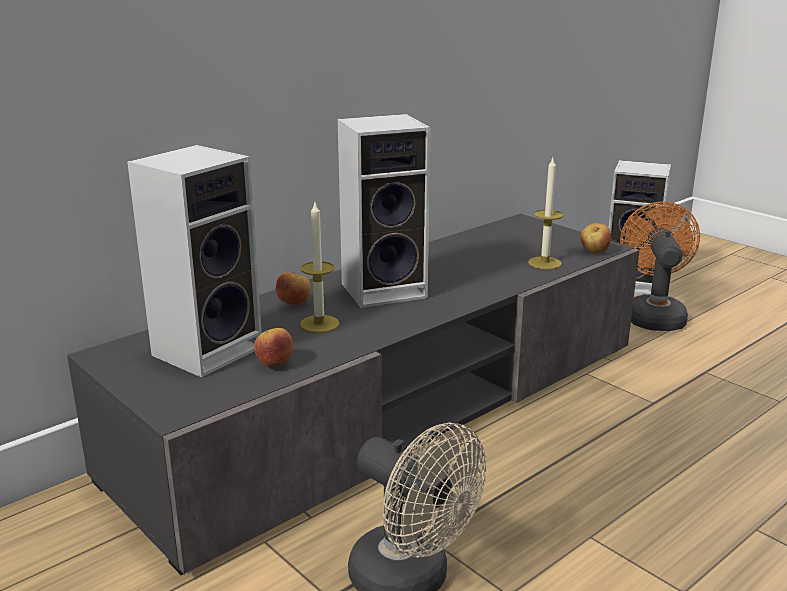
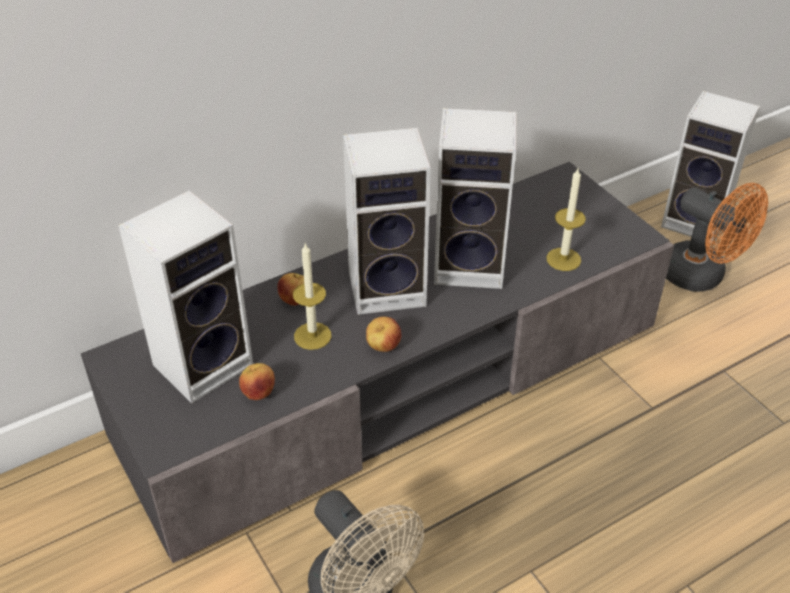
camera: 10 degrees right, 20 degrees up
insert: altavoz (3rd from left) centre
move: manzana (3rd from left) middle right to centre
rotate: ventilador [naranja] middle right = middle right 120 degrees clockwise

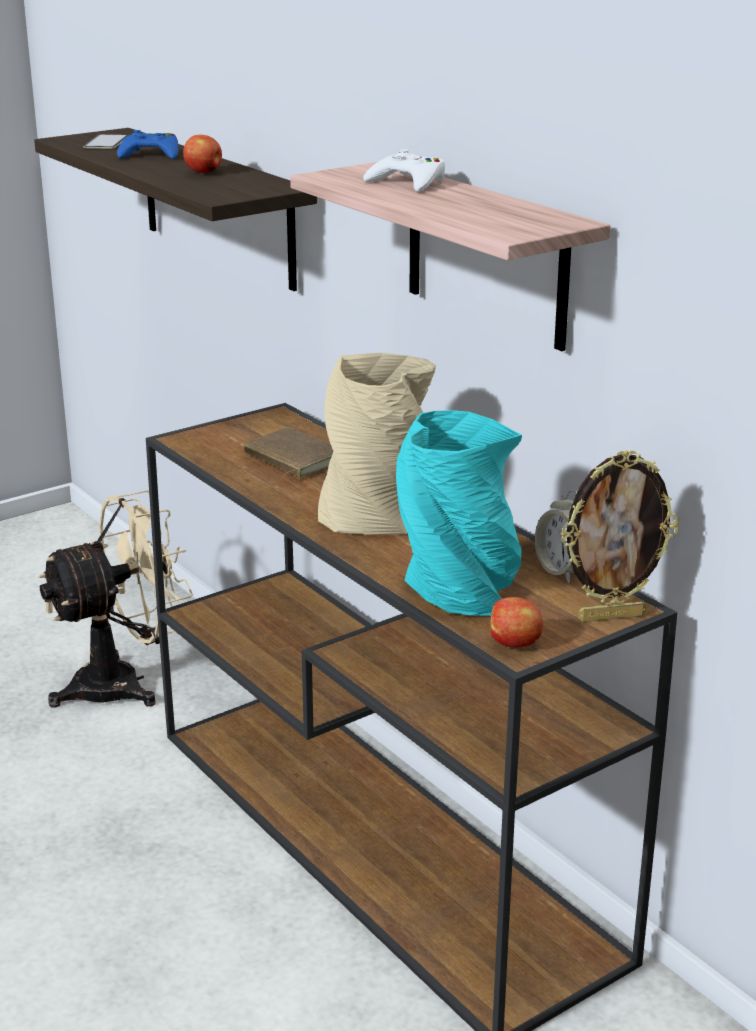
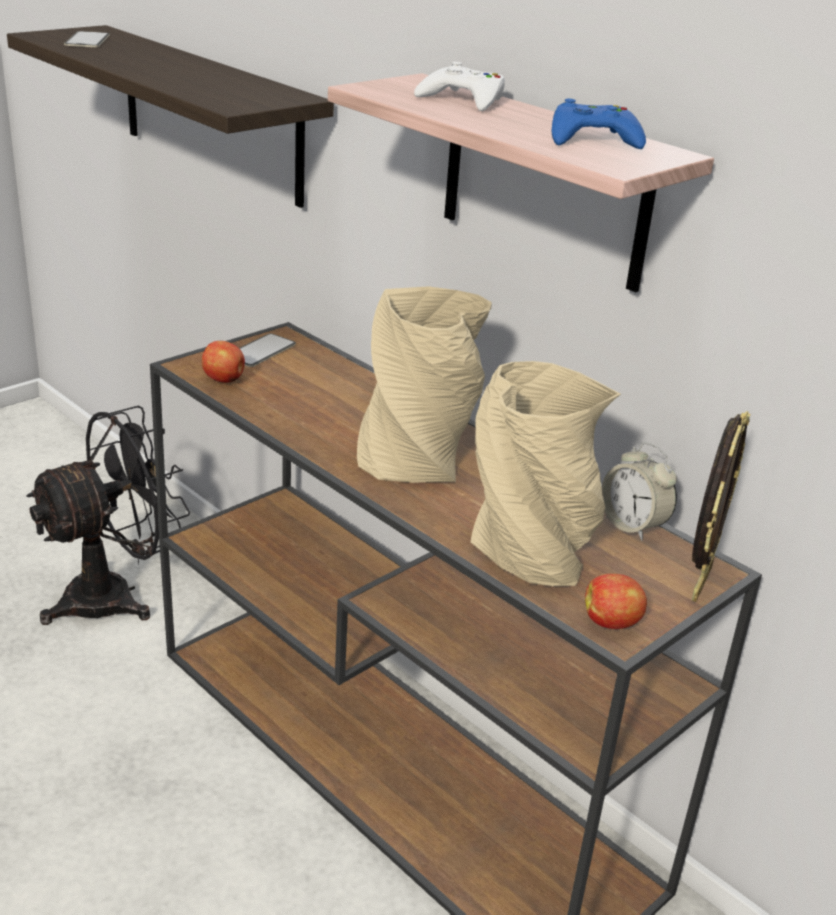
camera: 10 degrees left, 5 degrees up
delete: libro [marrón] centre
insert: móvil (2nd from left) middle left
move: mando de consola [azul] top left to top right; manzana (1st from left) top left to middle left
recolor: ventilador [beis] middle left to ventilador [negro] middle left; florero [turquesa] centre to florero [beis] (2nd from left) centre
rotate: portarretratos middle right = middle right 45 degrees counterclockwise

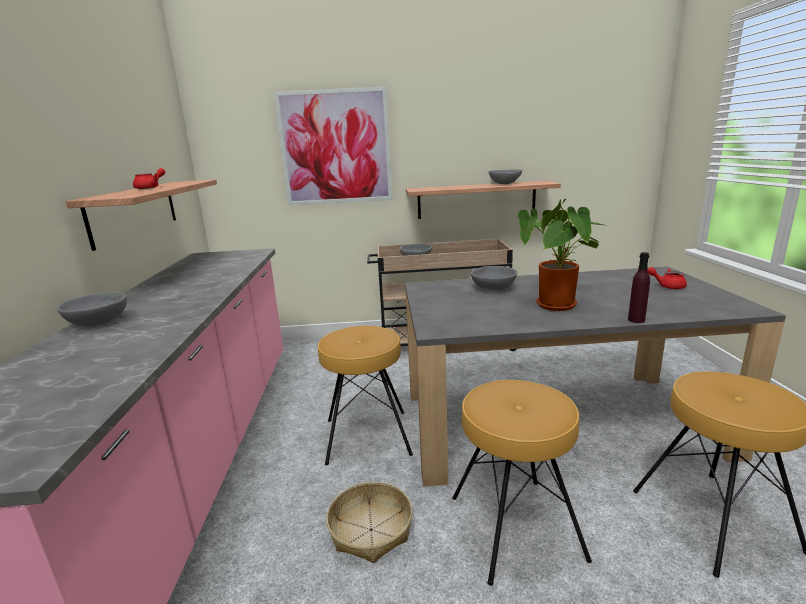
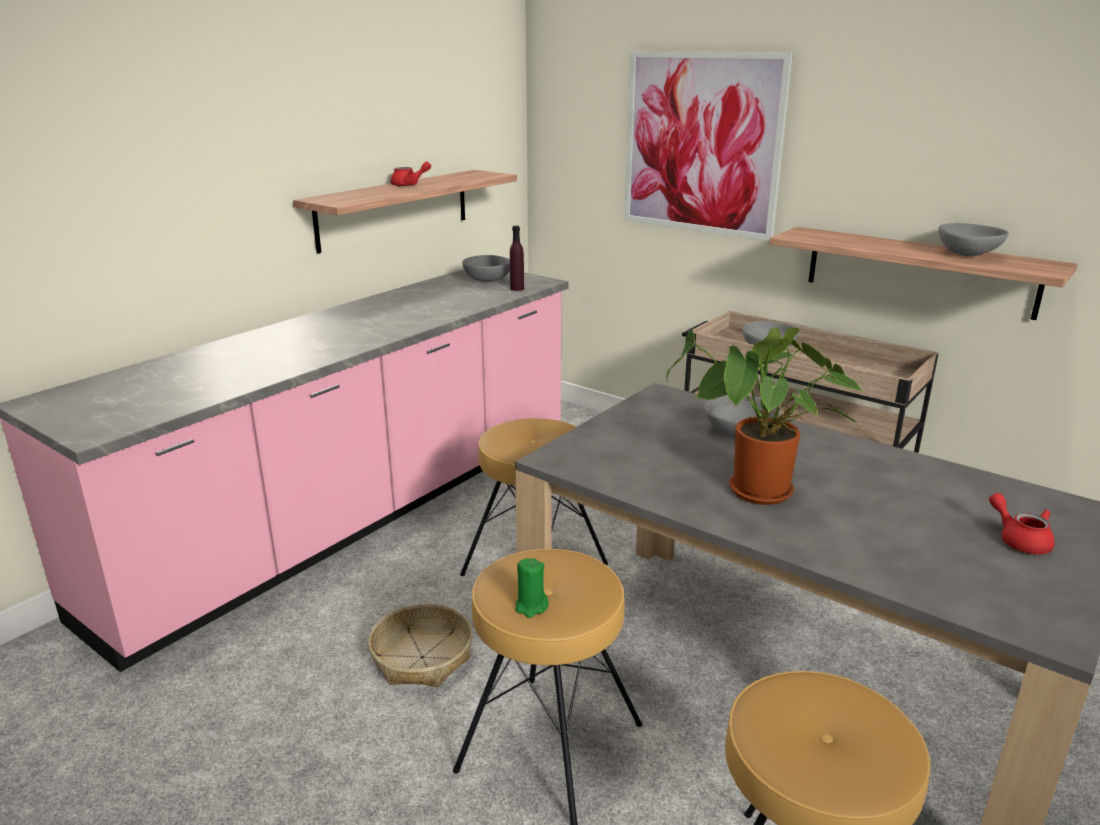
camera: 40 degrees right, 5 degrees up
insert: vela [verde] bottom centre
move: cuenco [gris] (1st from left) middle left to top centre; botella [morado] middle right to top centre

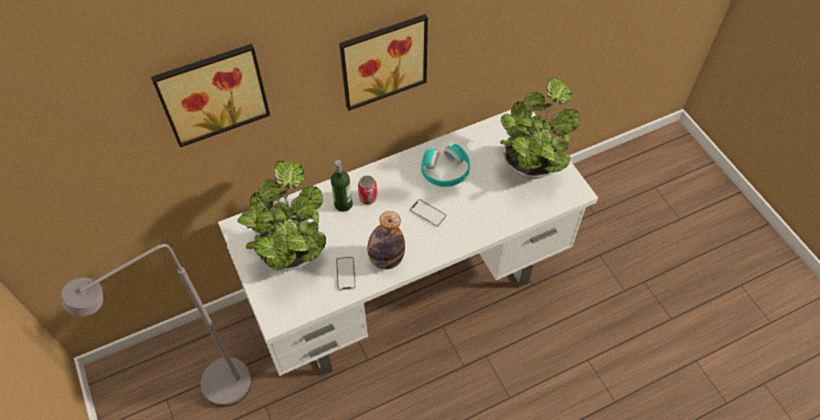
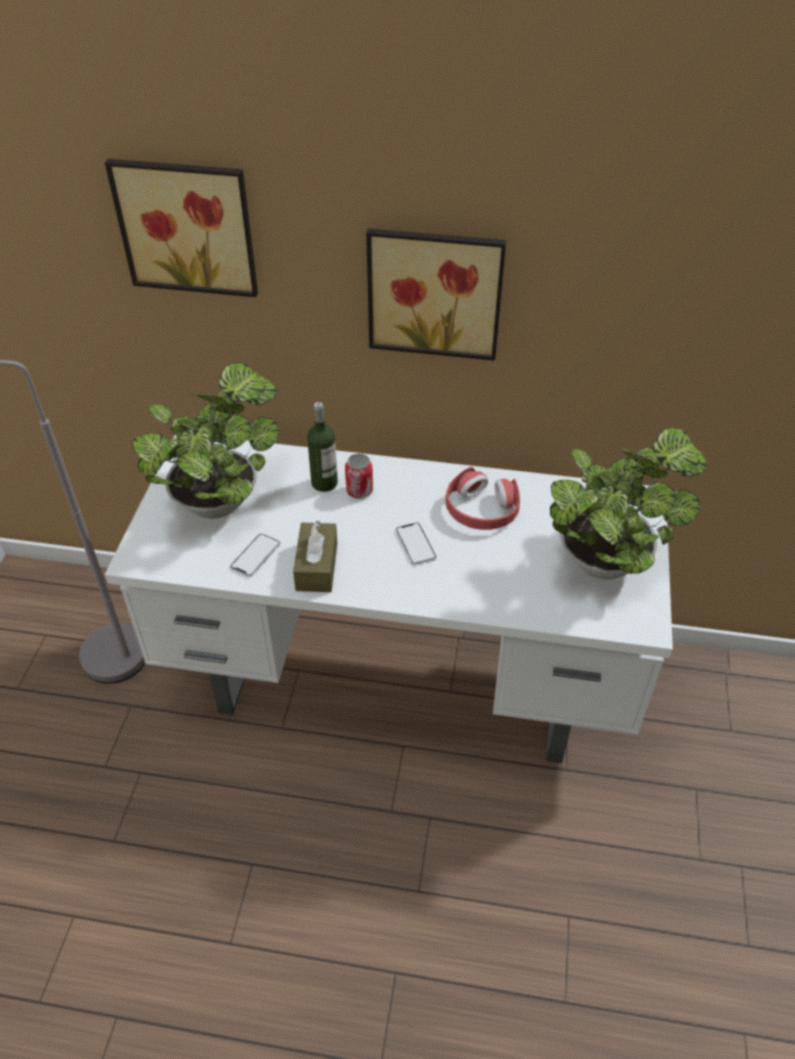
camera: 35 degrees right, 10 degrees down
replace: botella (2nd from left) centre to caja de pañuelos [marrón] centre
recolor: auriculares [turquesa] centre to auriculares [rojo] centre

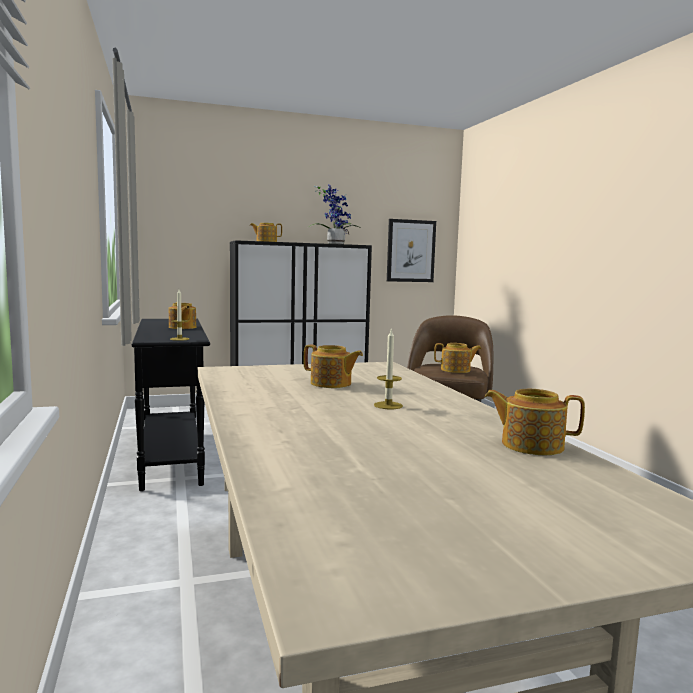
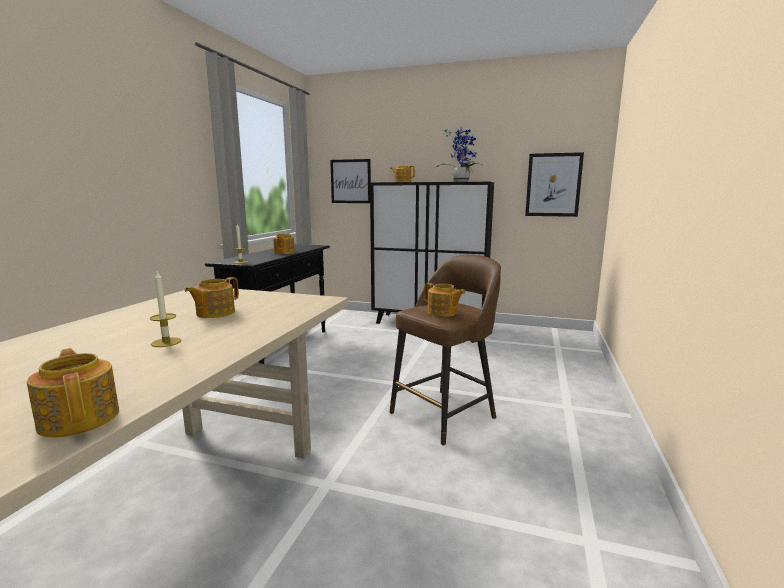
camera: 35 degrees right, 5 degrees up
insert: cuadro (1st from left) top centre
rotate: tetera (3rd from left in the first image) centre = middle left 60 degrees clockwise

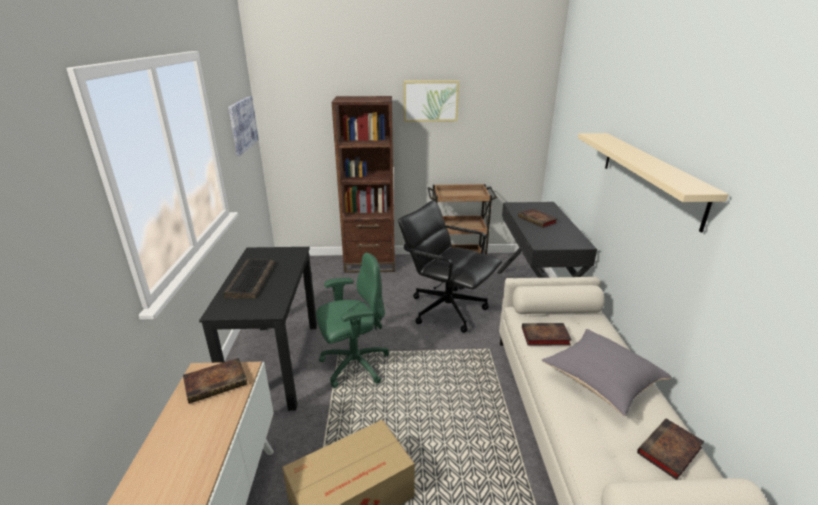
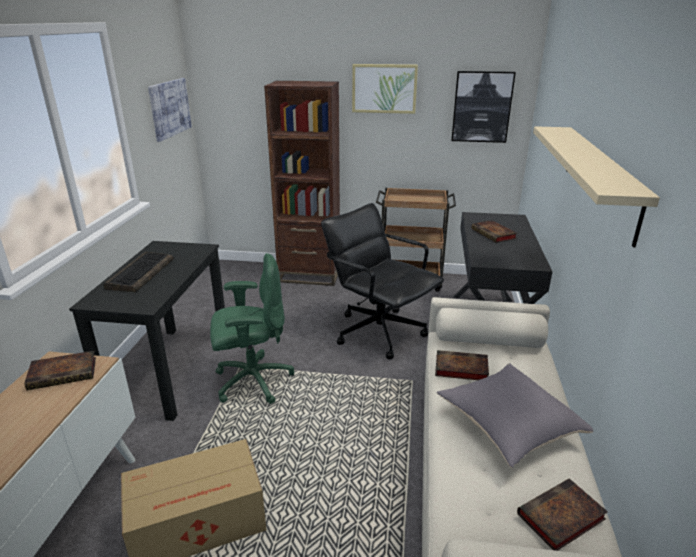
camera: 10 degrees right, 0 degrees up
insert: cuadro (3rd from left) top right

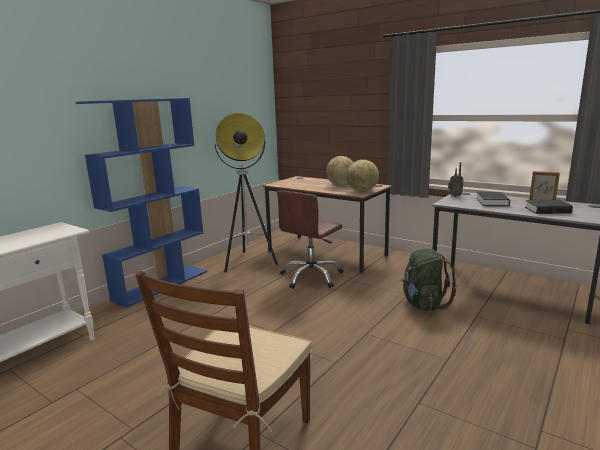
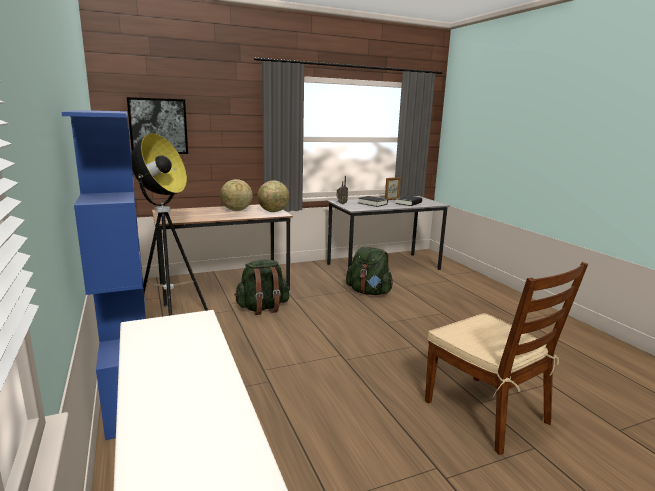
camera: 60 degrees left, 0 degrees up
insert: cuadro top left
replace: silla de oficina [marrón] centre to mochila [verde] (1st from left) centre

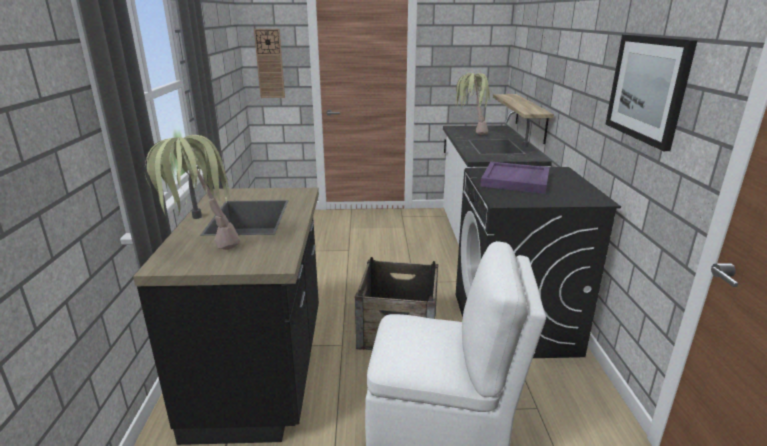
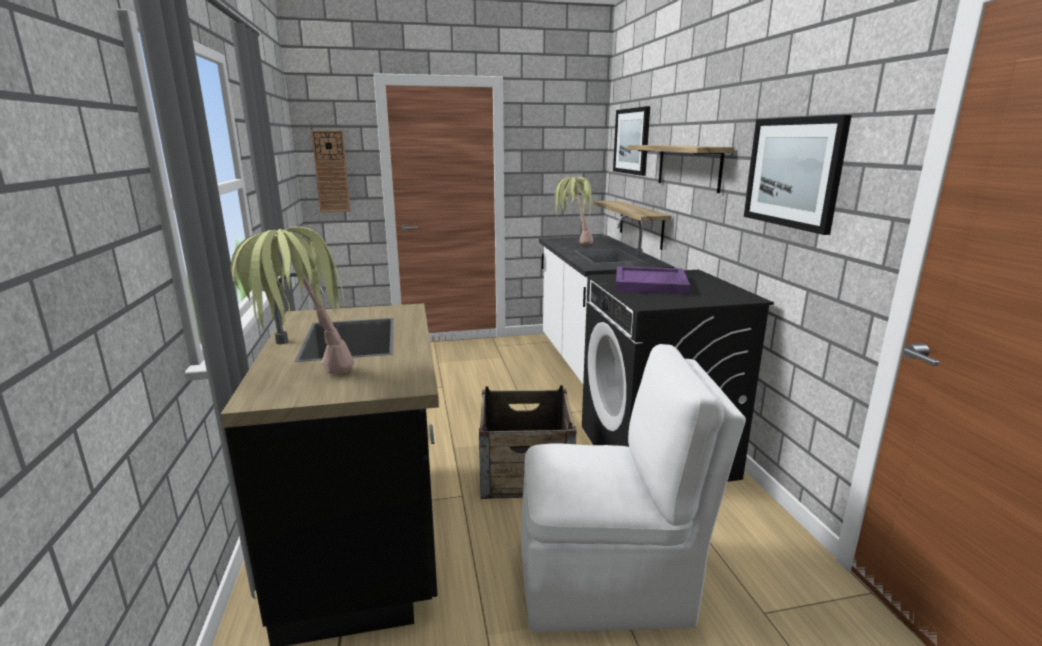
camera: 10 degrees left, 5 degrees down
insert: cuadro (1st from left) top centre; estante (2nd from left) top centre

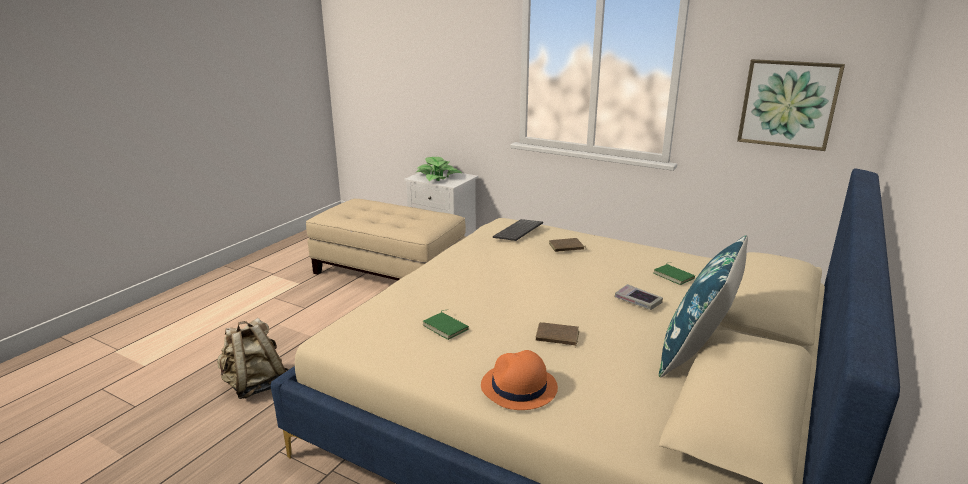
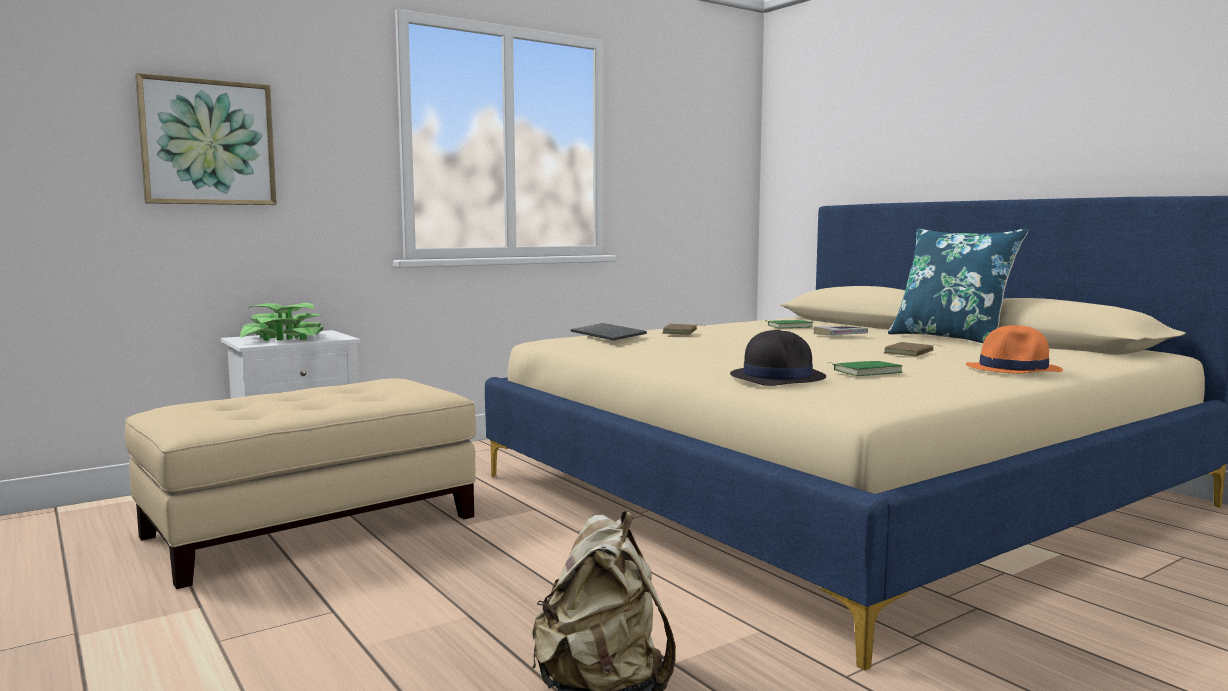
camera: 65 degrees left, 15 degrees down
insert: sombrero [negro] centre
move: cuadro top right to top left

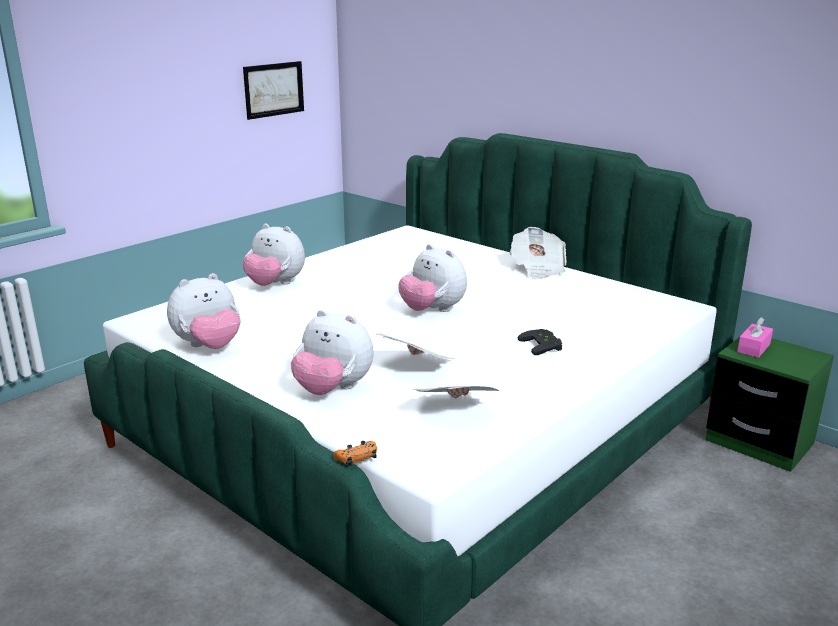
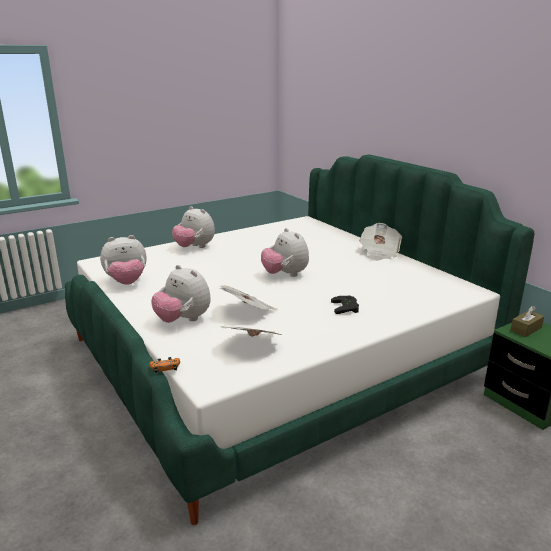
camera: 15 degrees right, 0 degrees up
delete: cuadro top left
recolor: caja de pañuelos [rosa] middle right to caja de pañuelos [marrón] middle right

